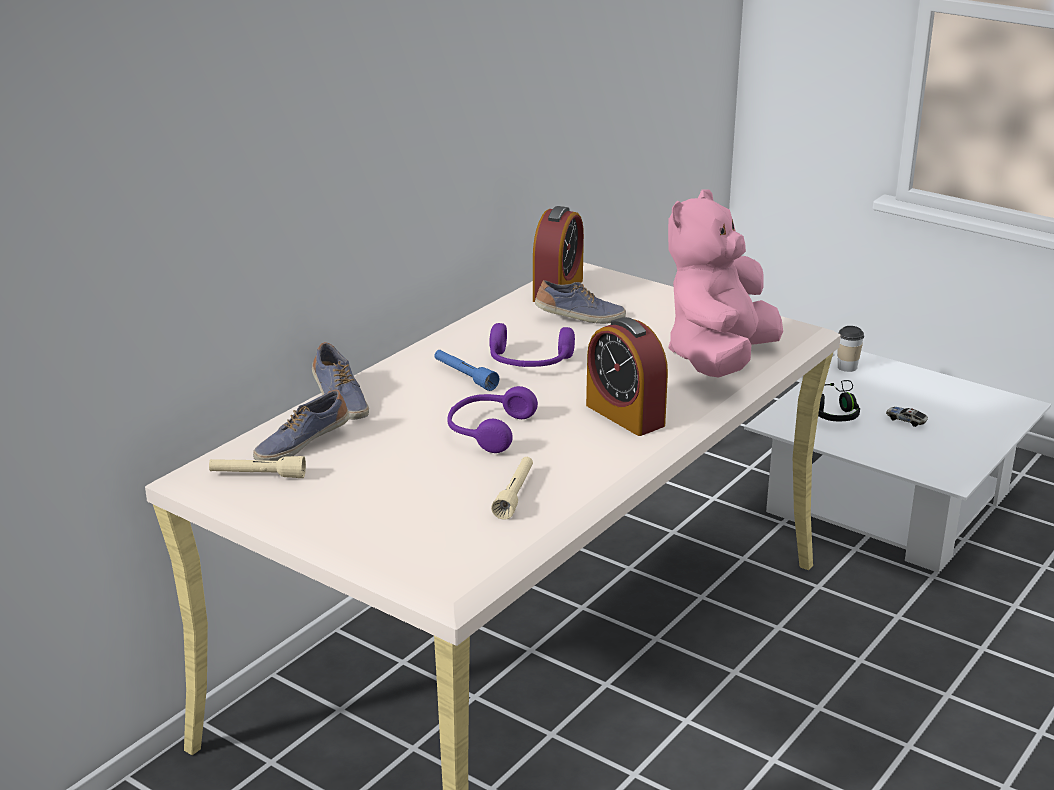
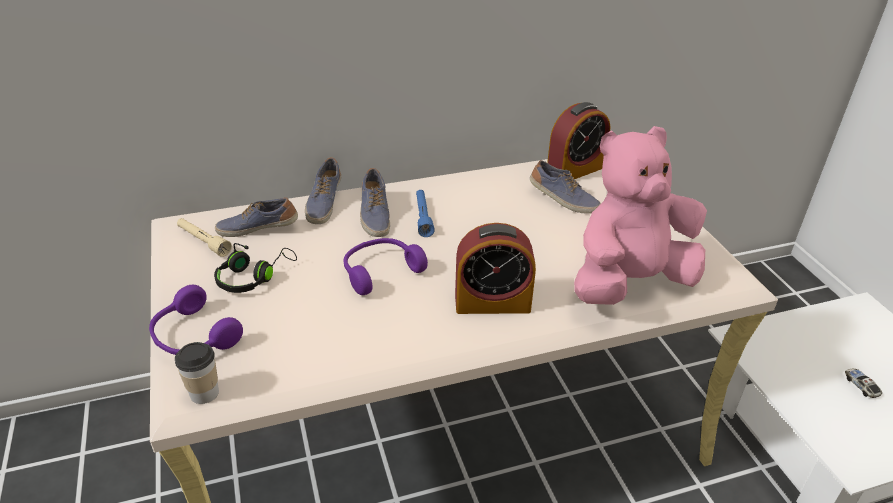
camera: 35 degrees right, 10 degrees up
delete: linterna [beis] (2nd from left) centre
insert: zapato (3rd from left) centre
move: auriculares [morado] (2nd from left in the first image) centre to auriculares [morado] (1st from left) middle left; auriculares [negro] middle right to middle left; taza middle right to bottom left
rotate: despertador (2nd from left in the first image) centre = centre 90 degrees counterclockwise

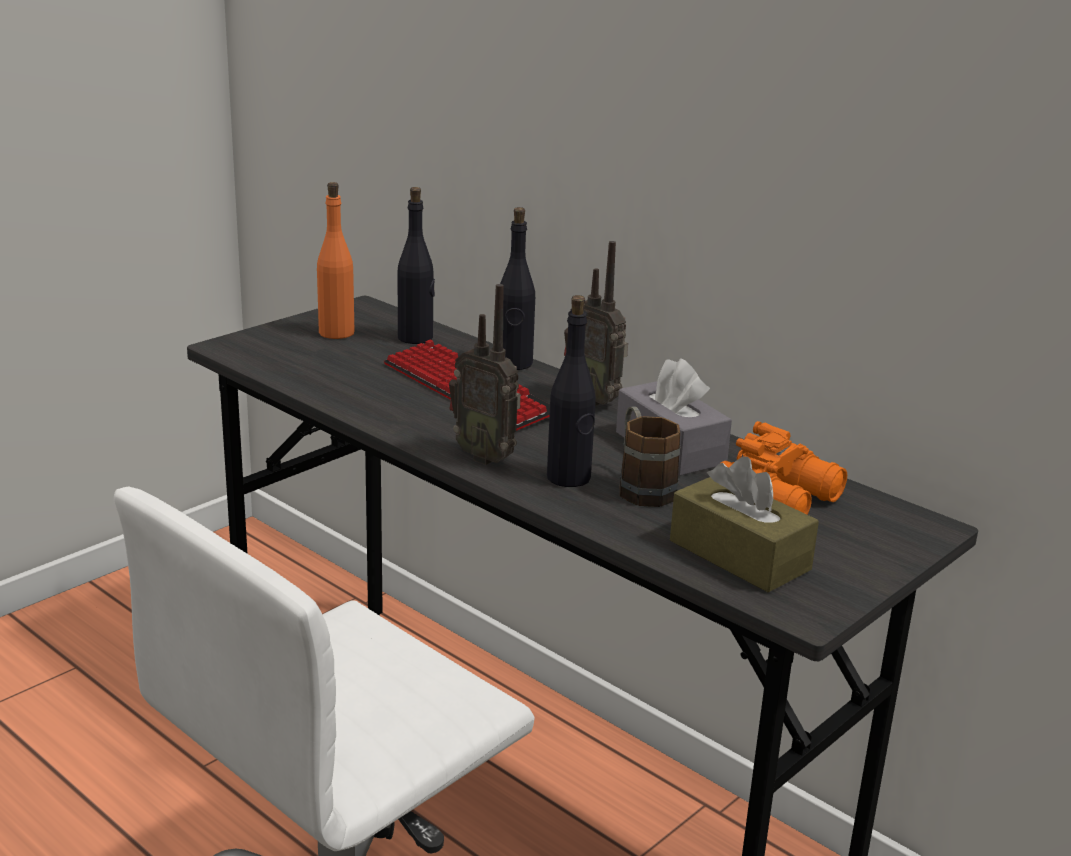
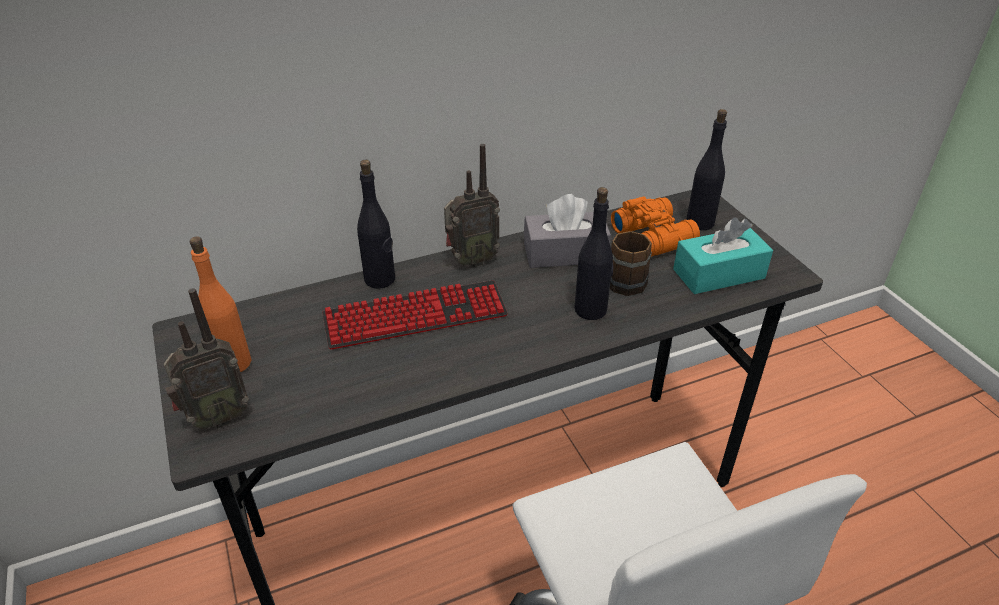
camera: 65 degrees left, 15 degrees up
move: botella [negro] (1st from left in the first image) top centre to botella [negro] (3rd from left) top right; radio (1st from left) centre to middle left
recolor: caja de pañuelos [marrón] middle right to caja de pañuelos [turquesa] middle right

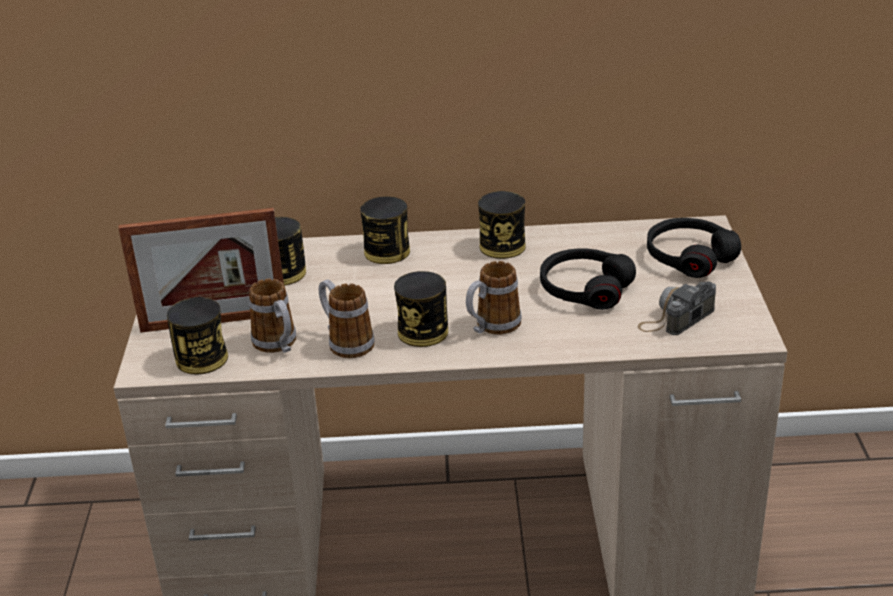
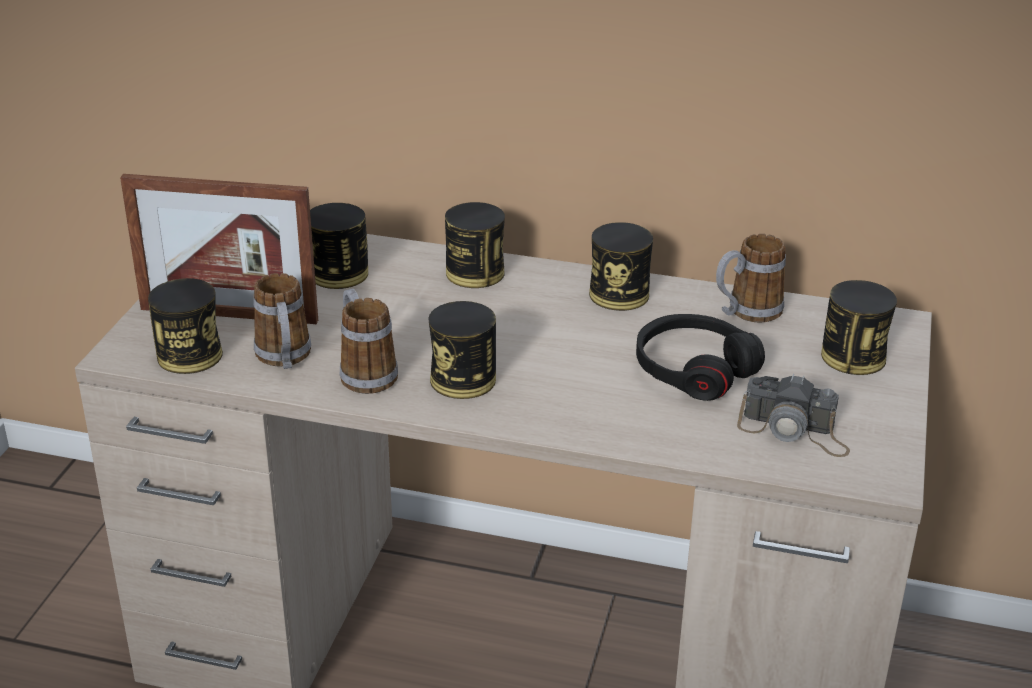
camera: 15 degrees right, 0 degrees up
move: taza grande (3rd from left) centre to middle right
replace: auriculares [negro] (2nd from left) middle right to lata (6th from left) middle right
rotate: cámara middle right = middle right 135 degrees counterclockwise

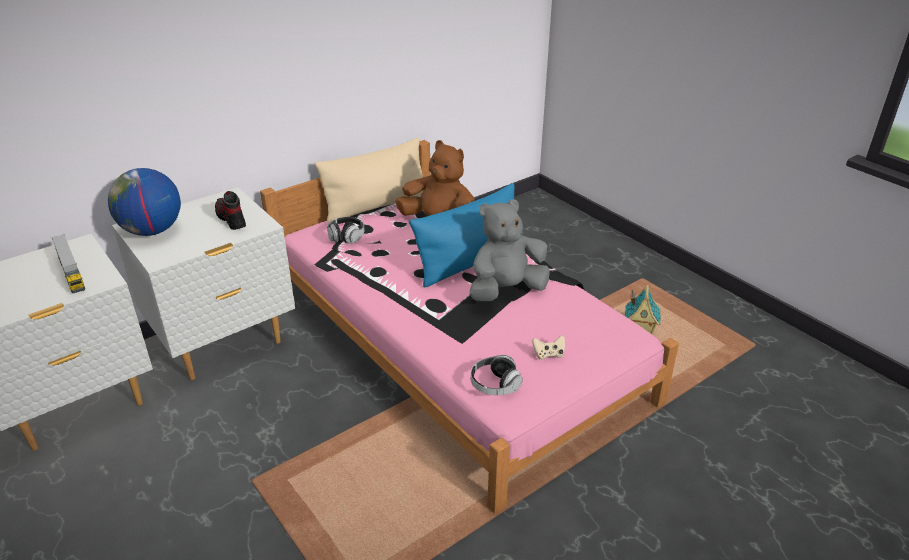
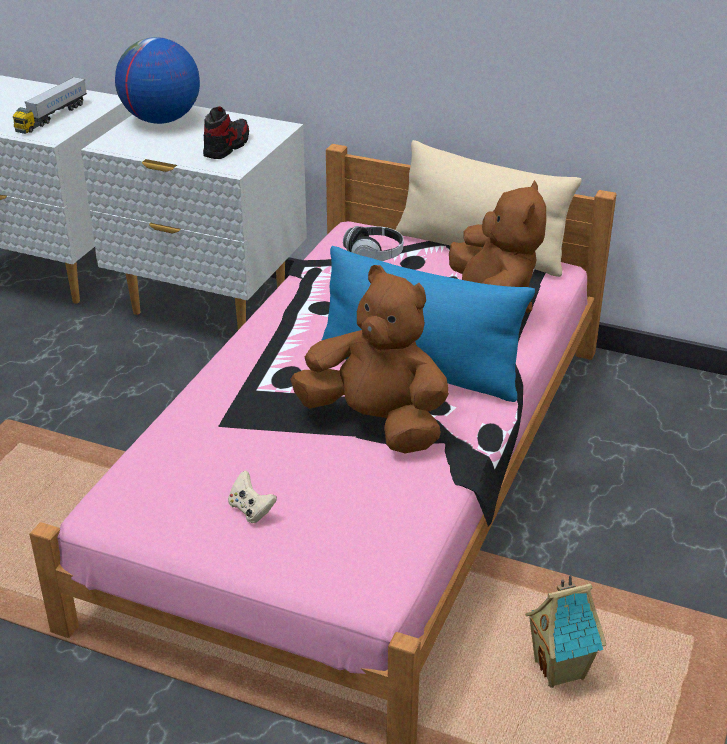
camera: 60 degrees right, 0 degrees up
delete: auriculares (2nd from left) bottom centre
recolor: peluche [gris] centre to peluche [marrón] (1st from left) centre

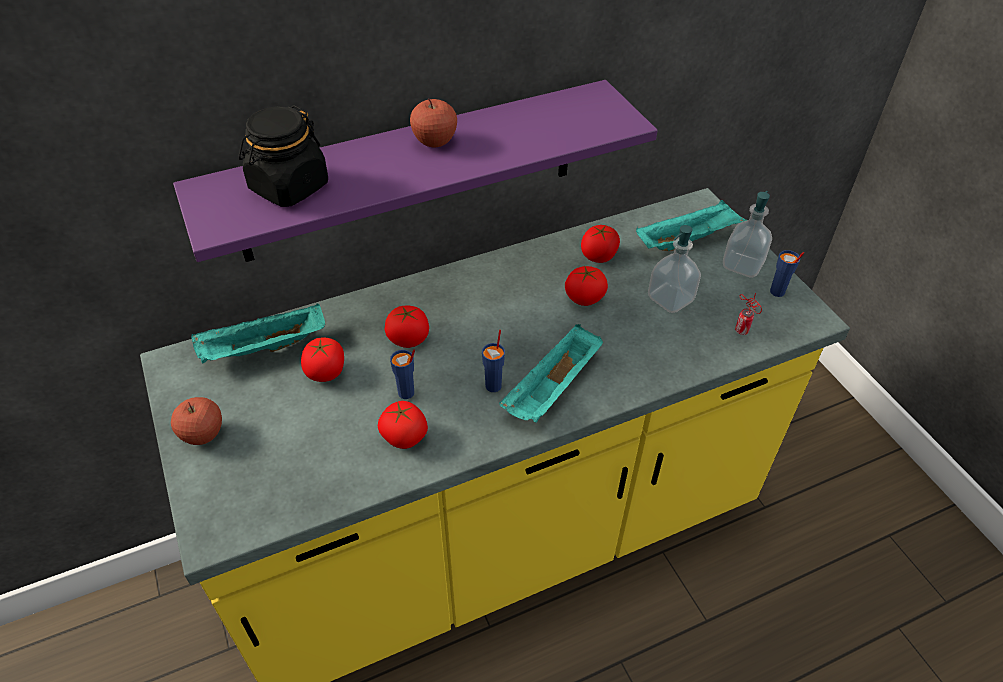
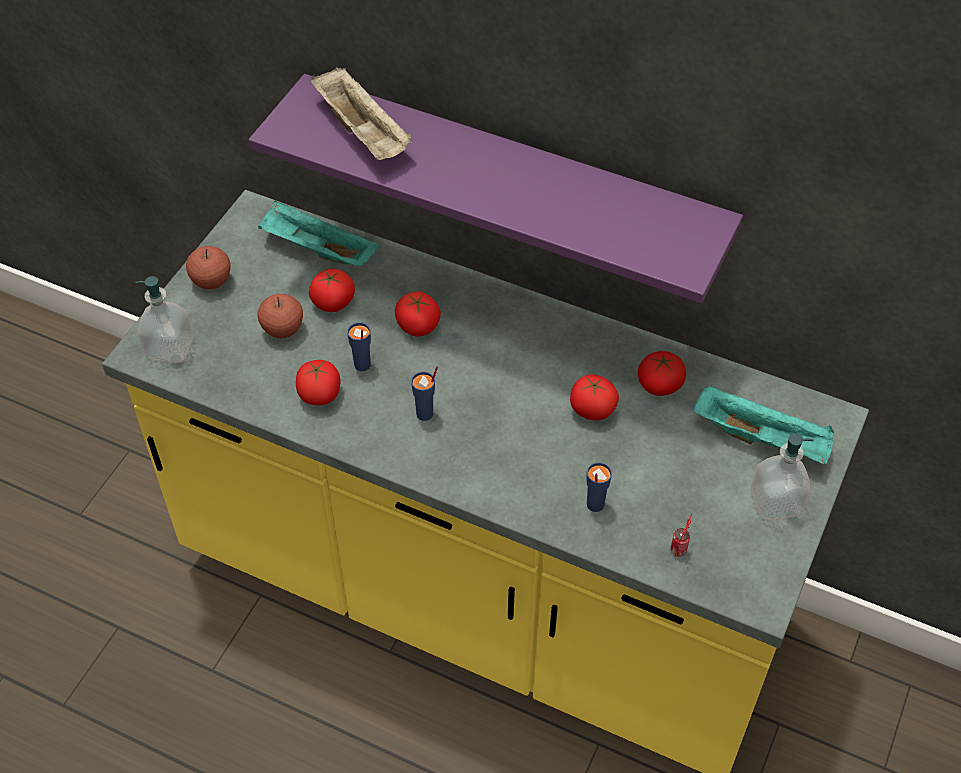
camera: 50 degrees right, 5 degrees up
delete: bandeja [turquesa] (2nd from left) centre
move: manzana (2nd from left) top centre to middle left; dispensador de jabón (1st from left) middle right to middle left; taza [azul] (3rd from left) middle right to centre
replace: tarro [negro] top left to bandeja [beis] top centre

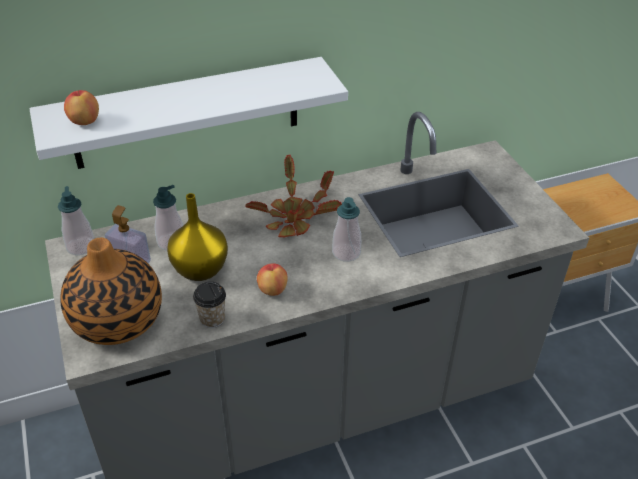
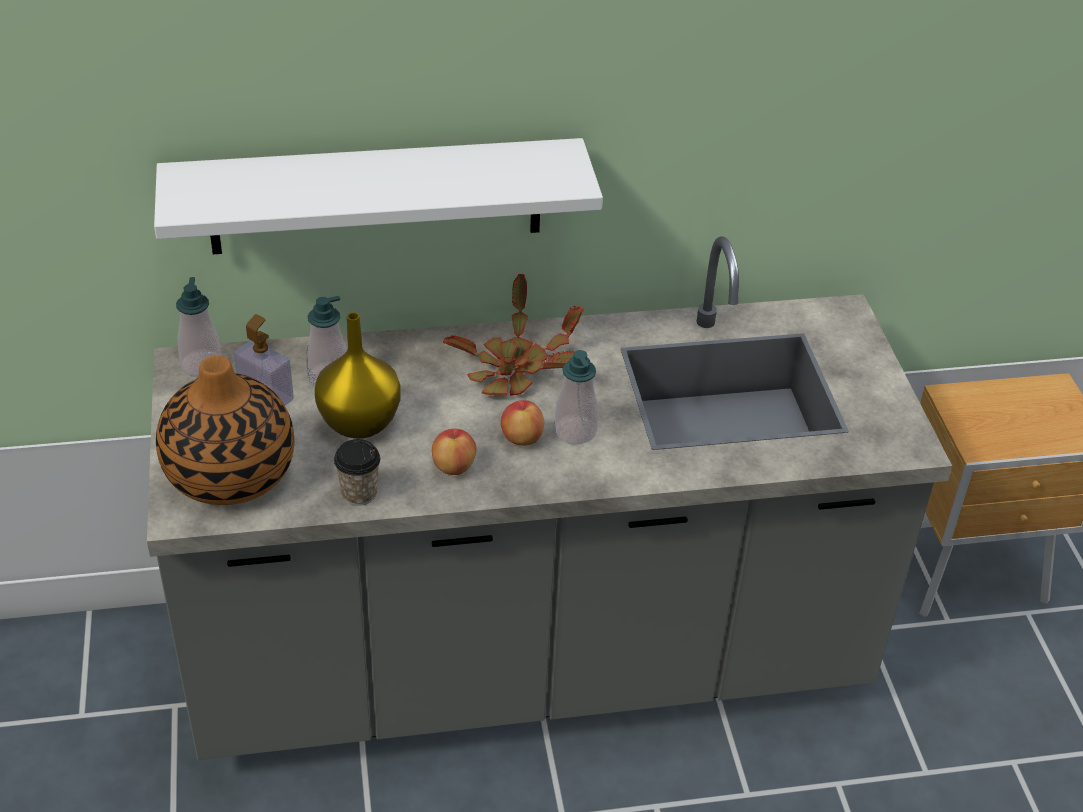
camera: 10 degrees right, 0 degrees up
move: manzana (1st from left in the first image) top left to manzana (2nd from left) centre

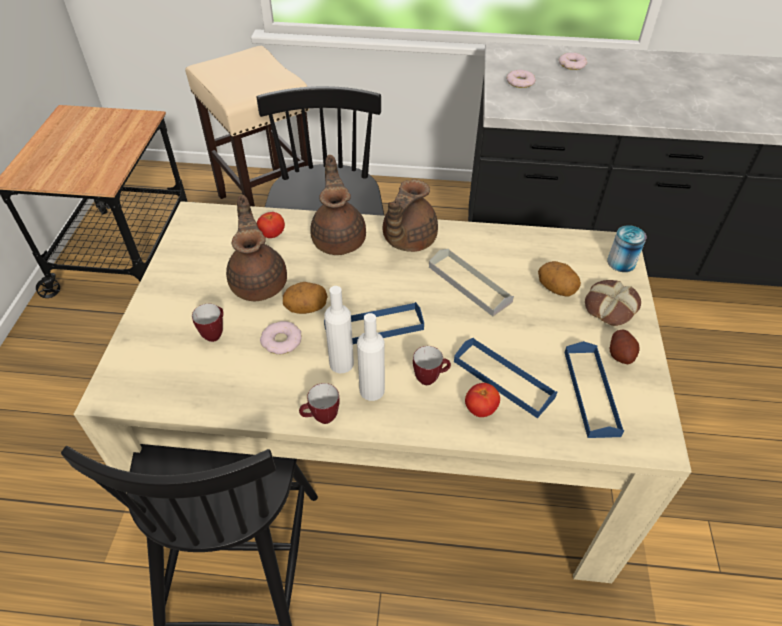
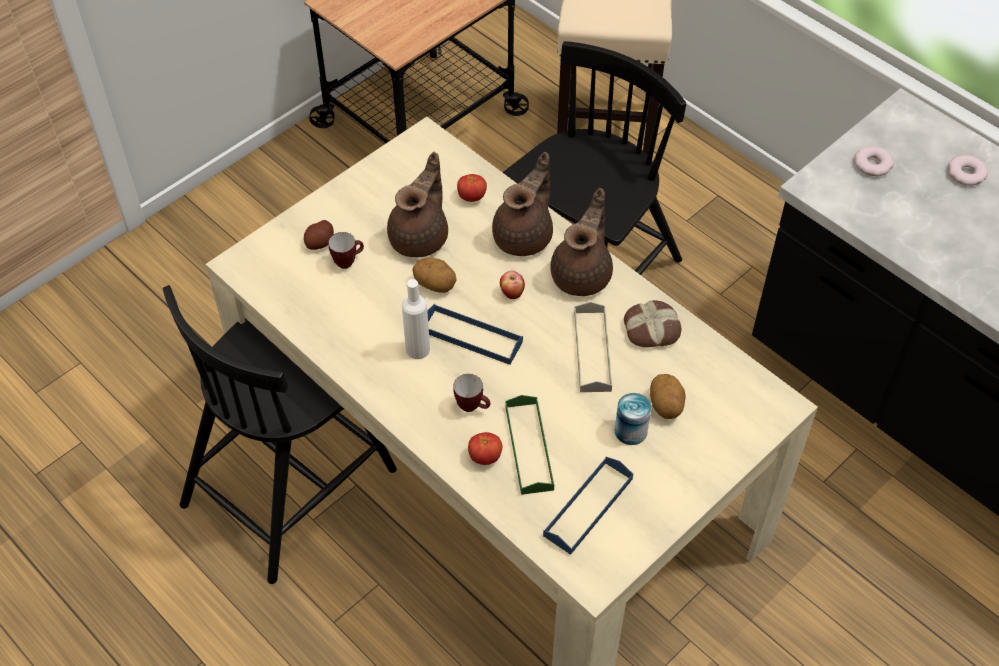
camera: 40 degrees right, 5 degrees up
delete: rosquilla (1st from left) centre; taza grande (2nd from left) centre; botella [blanco] (2nd from left) centre
insert: manzana centre
move: pan middle right to centre; lata middle right to centre; patata (3rd from left in the first image) middle right to patata (1st from left) middle left
recolor: bandeja [azul] (2nd from left) centre to bandeja [verde] bottom centre
rotate: tetera [marrón] (3rd from left) centre = centre 135 degrees clockwise

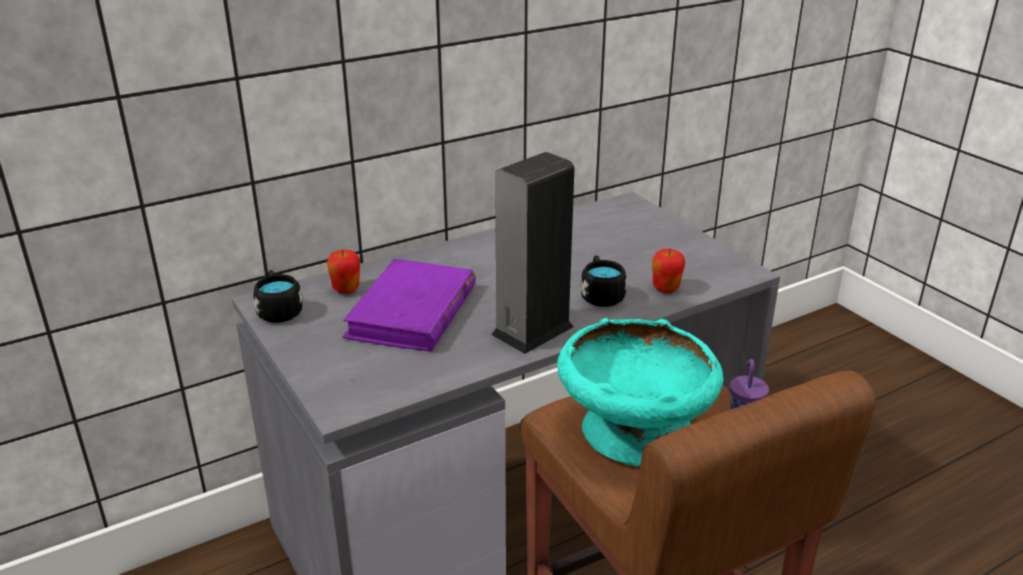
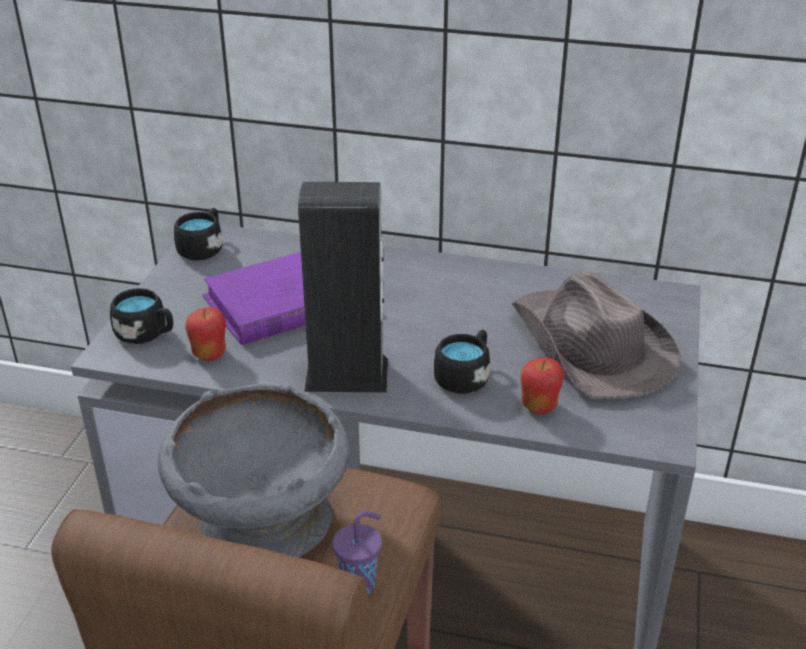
camera: 45 degrees right, 5 degrees up
insert: taza grande [negro] (1st from left) middle left; sombrero [marrón] middle right
move: manzana (1st from left) centre to middle left
recolor: cuenco [turquesa] bottom centre to cuenco [gris] bottom left

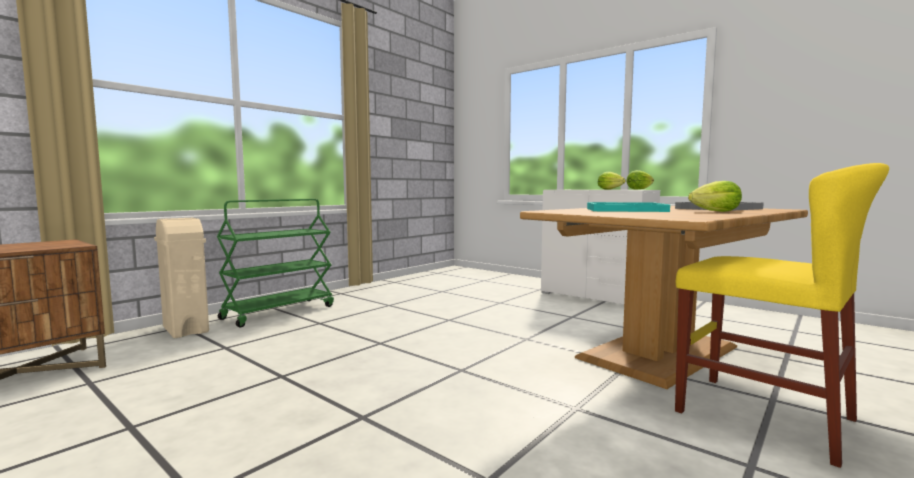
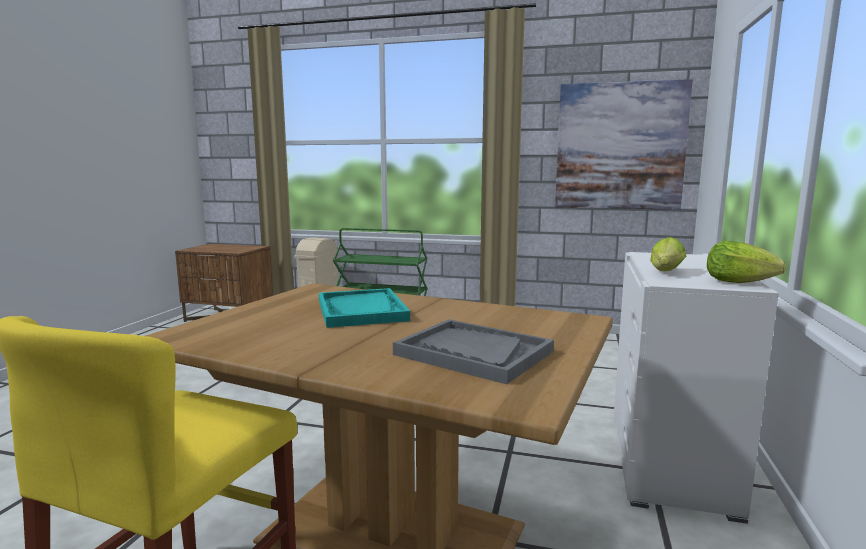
camera: 65 degrees right, 5 degrees up
delete: lechuga (3rd from left) middle right
insert: cuadro top right

